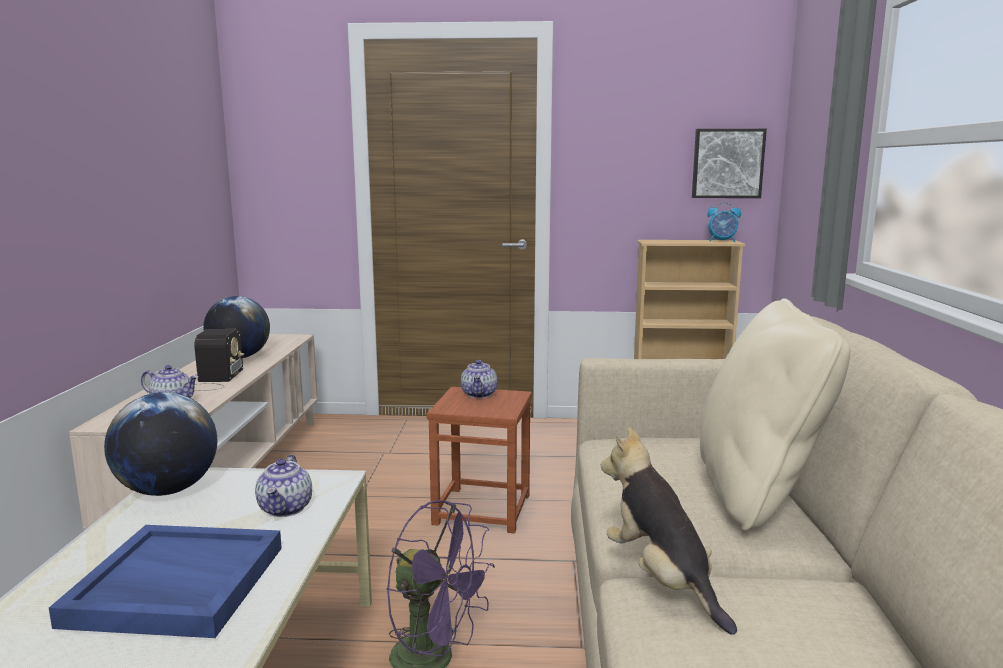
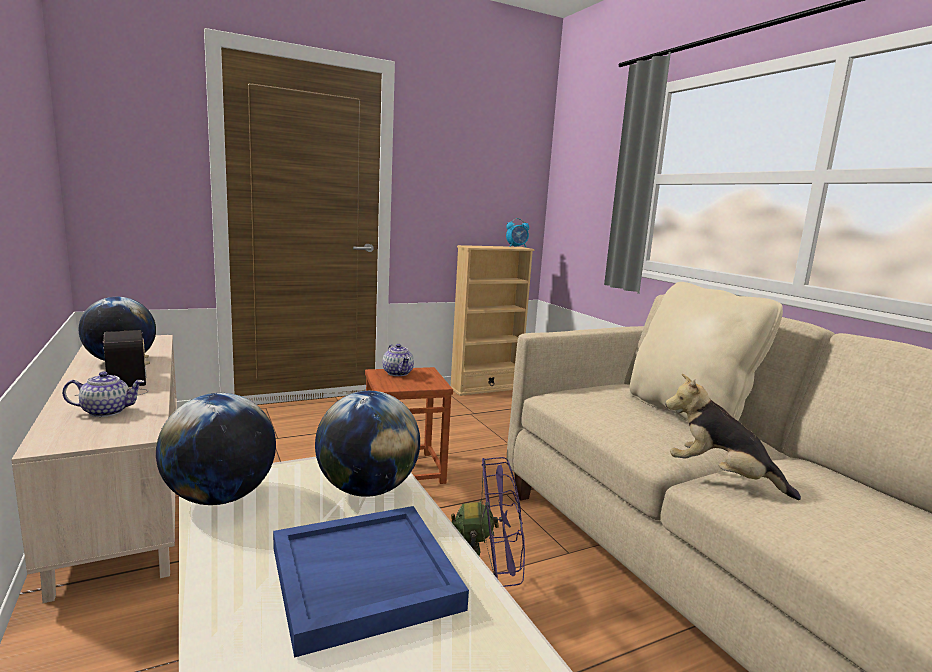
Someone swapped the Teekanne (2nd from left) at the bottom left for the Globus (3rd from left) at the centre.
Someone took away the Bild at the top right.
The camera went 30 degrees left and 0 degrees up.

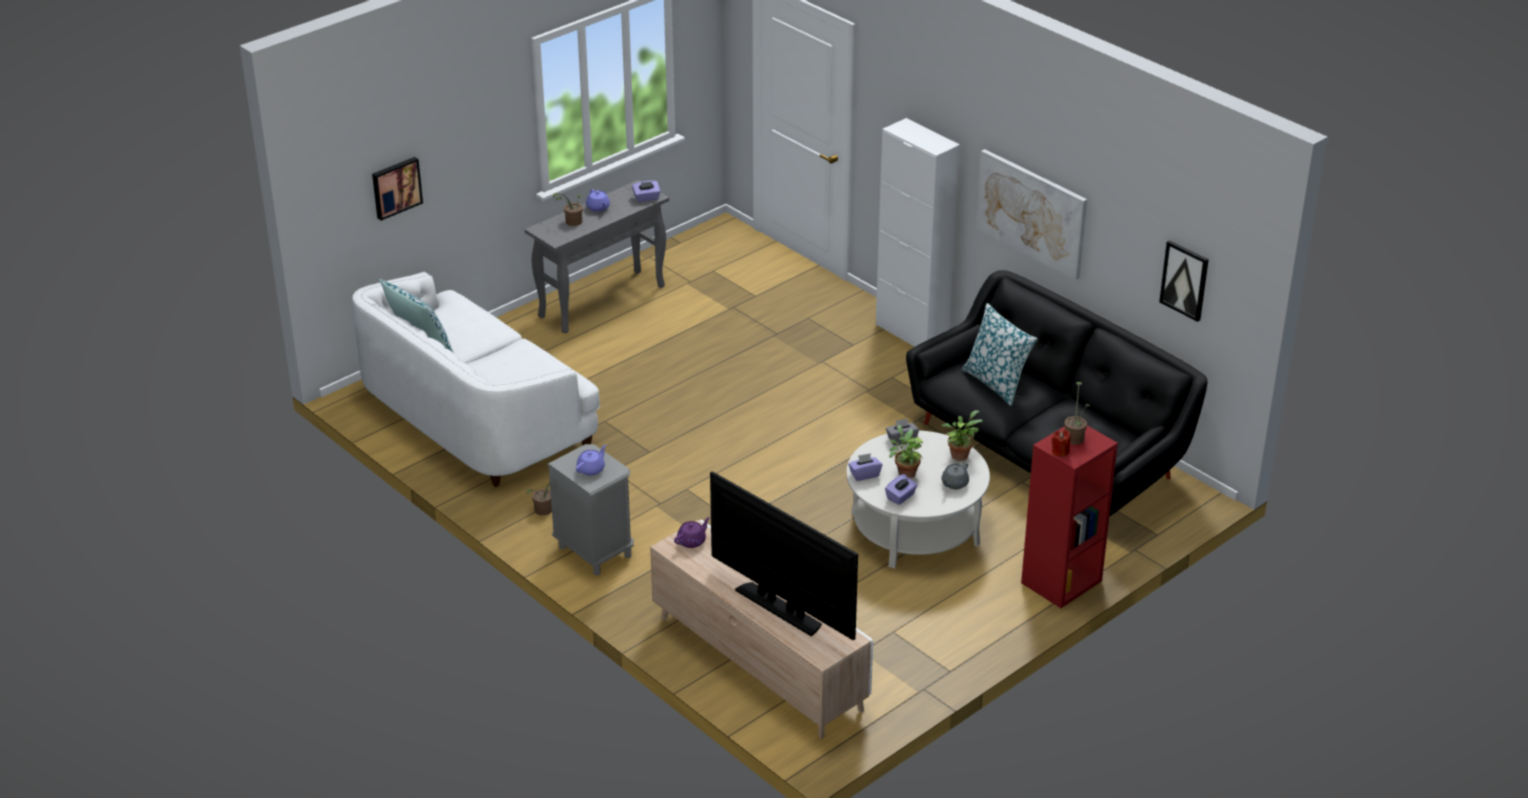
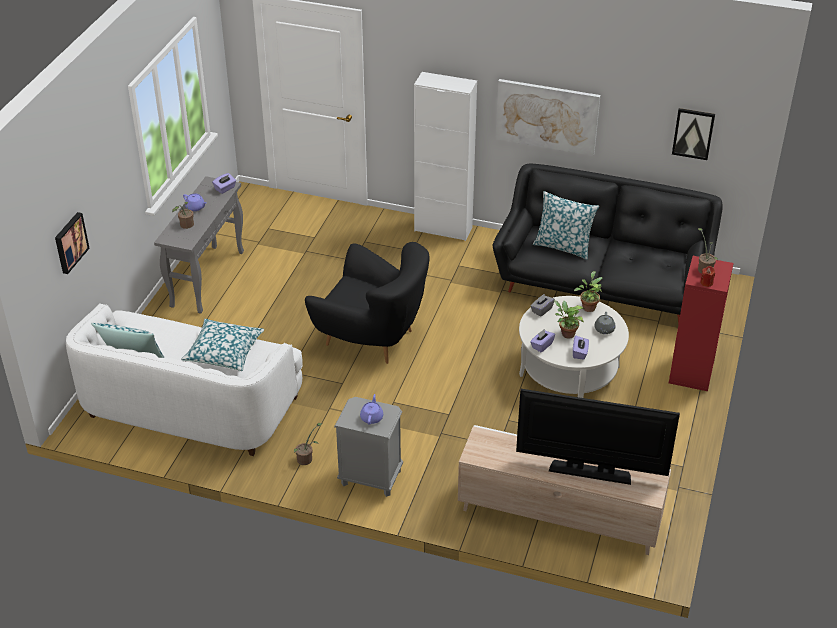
Someone took away the Teekanne [lila] (3rd from left) at the bottom centre.
Someone put down the Kissen (2nd from left) at the middle left.
Someone put down the Sessel [schwarz] at the centre.
The camera went 30 degrees left and 5 degrees up.

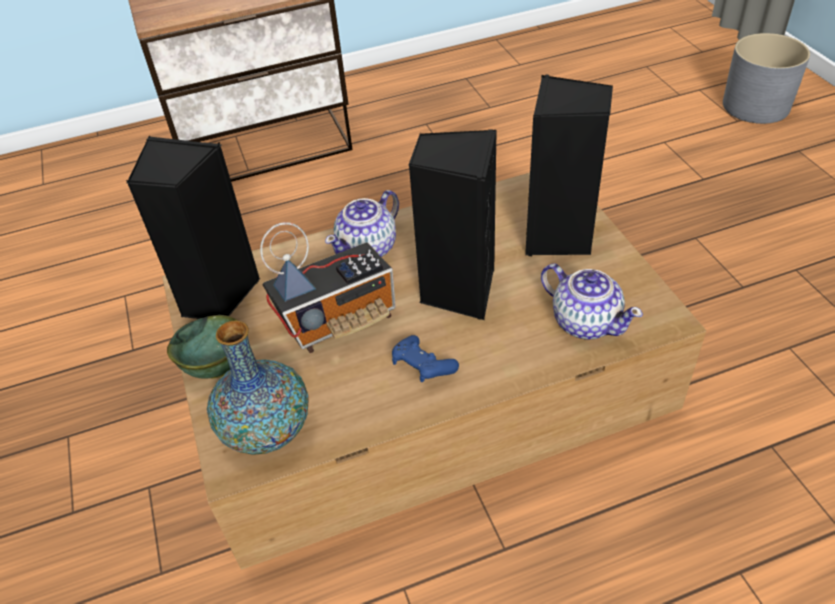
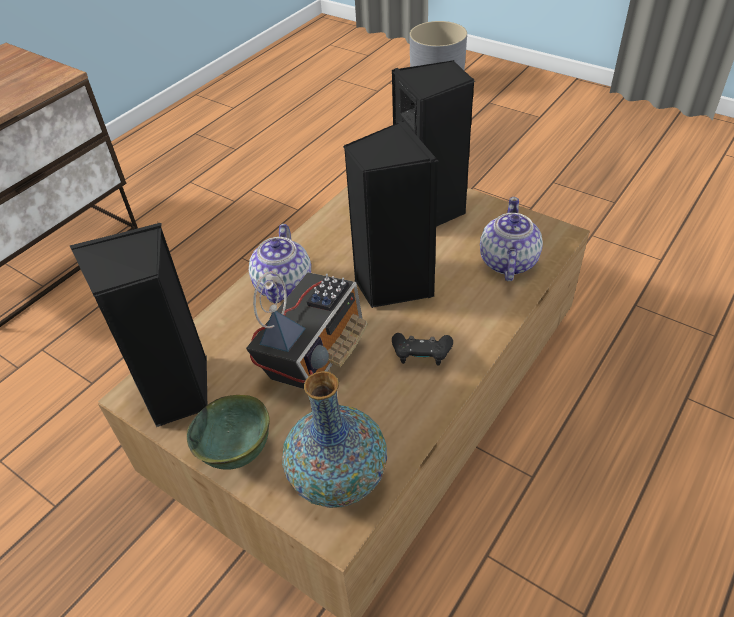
Someone repainted the Gamepad [blau] at the centre, which became the Gamepad [schwarz] at the centre.
Someone rotated the Teekanne (2nd from left) at the middle right by 90 degrees counterclockwise.
The camera went 35 degrees left and 0 degrees up.

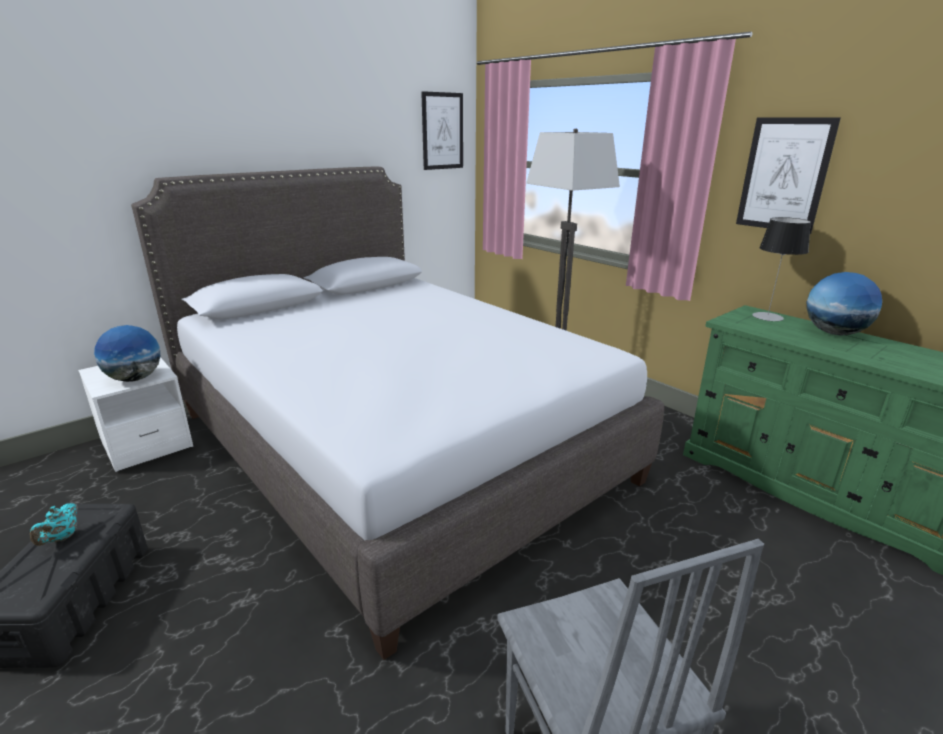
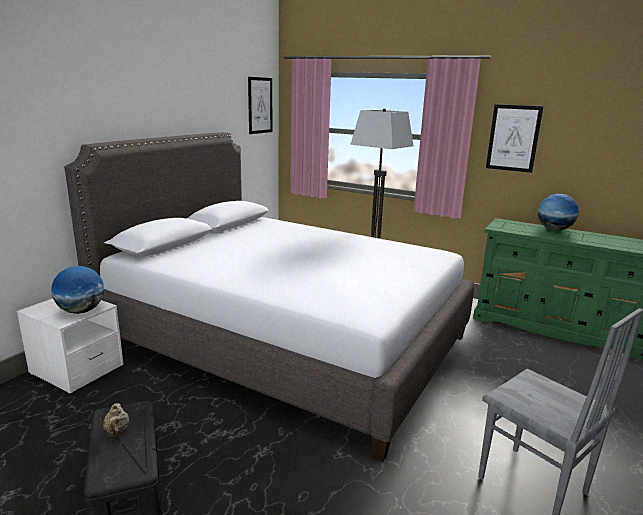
Someone repainted the Teekanne [türkis] at the bottom left, which became the Teekanne [beige] at the bottom left.
Someone took away the Tischlampe at the middle right.
The camera went 20 degrees left and 5 degrees down.

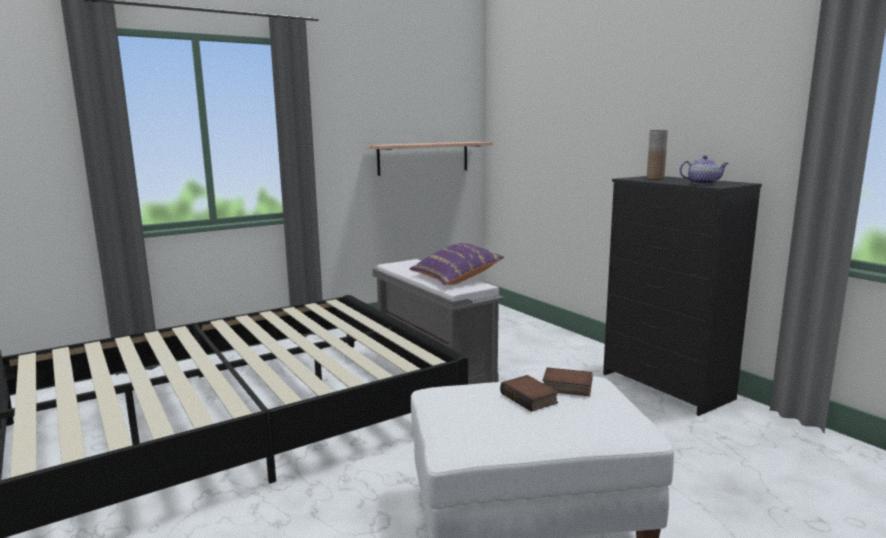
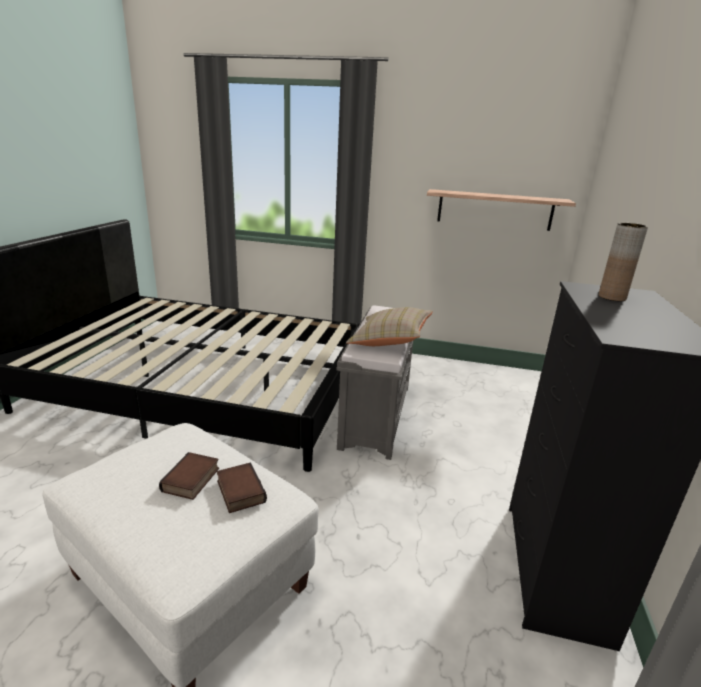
Someone repainted the Kissen [lila] at the centre, which became the Kissen [beige] at the centre.
Someone took away the Teekanne at the top right.
The camera went 45 degrees right and 10 degrees up.

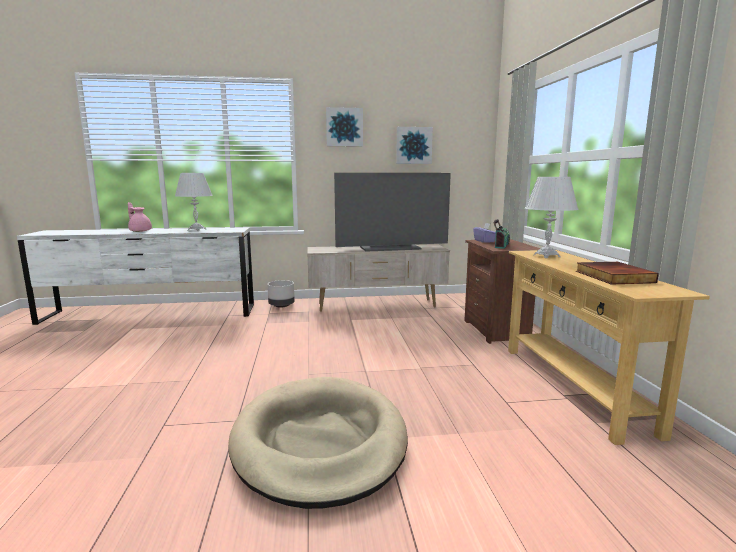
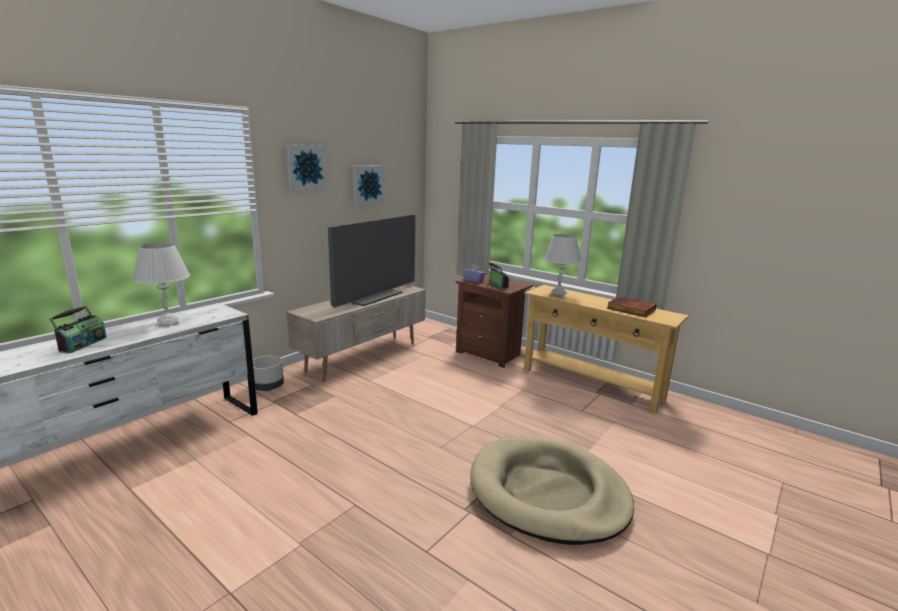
Someone swapped the Teekanne [rosa] at the middle left for the Radio (1st from left) at the middle left.
The camera went 45 degrees left and 5 degrees up.

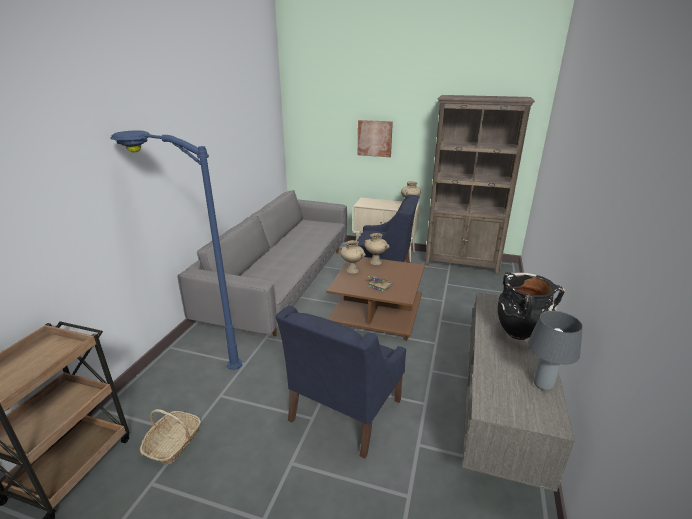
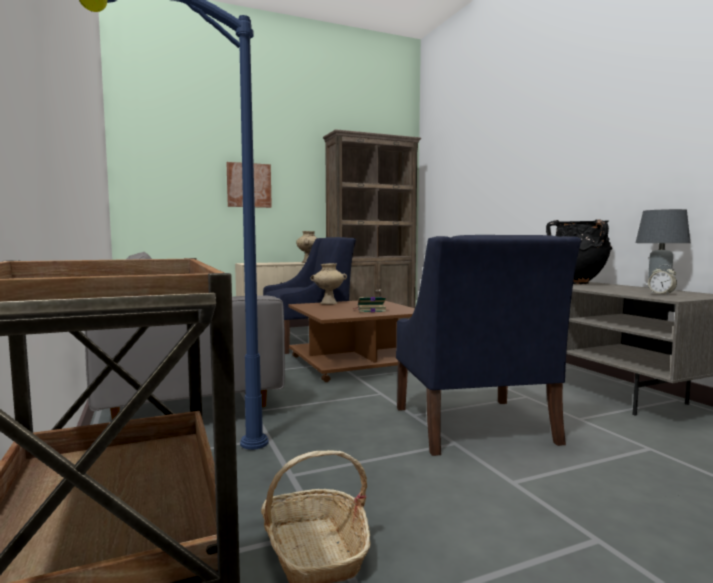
Someone took away the Vase [beige] (1st from left) at the centre.
Someone put down the Wecker at the middle right.
The camera went 40 degrees left and 20 degrees down.

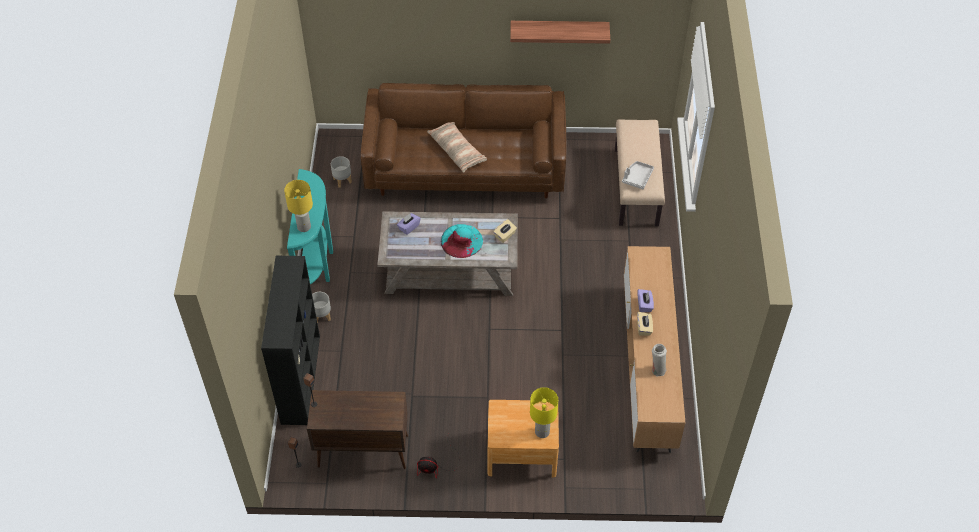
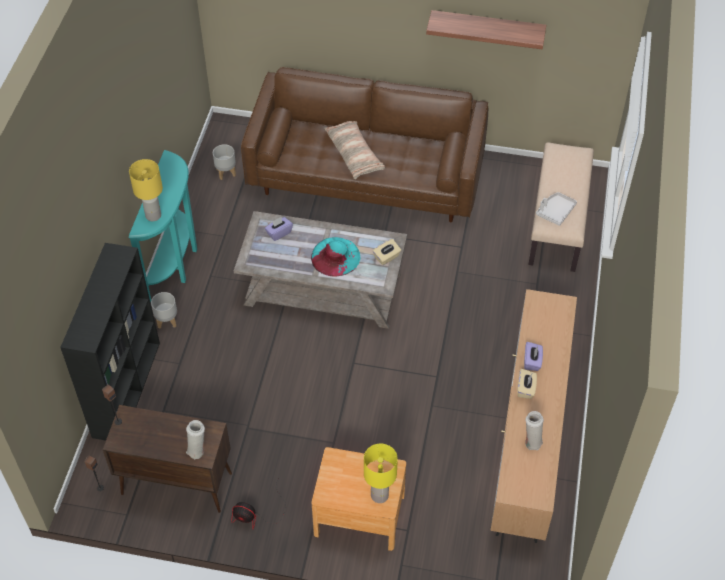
Someone put down the Vase [weiß] (1st from left) at the bottom left.
The camera went 10 degrees right and 0 degrees up.

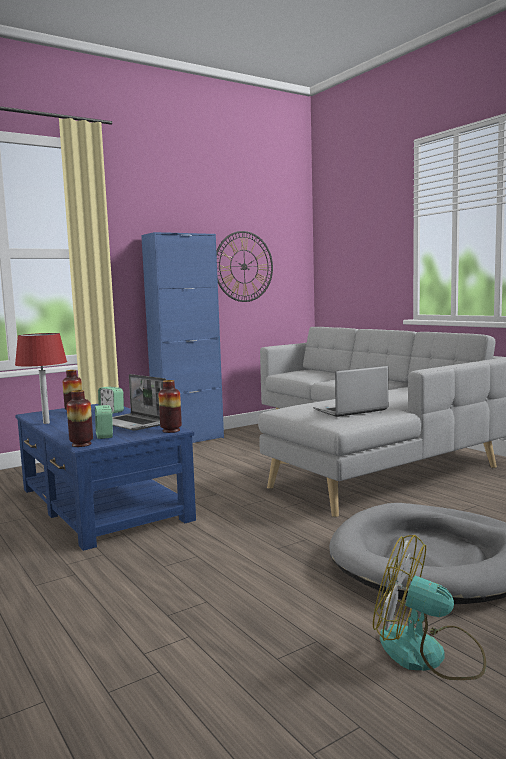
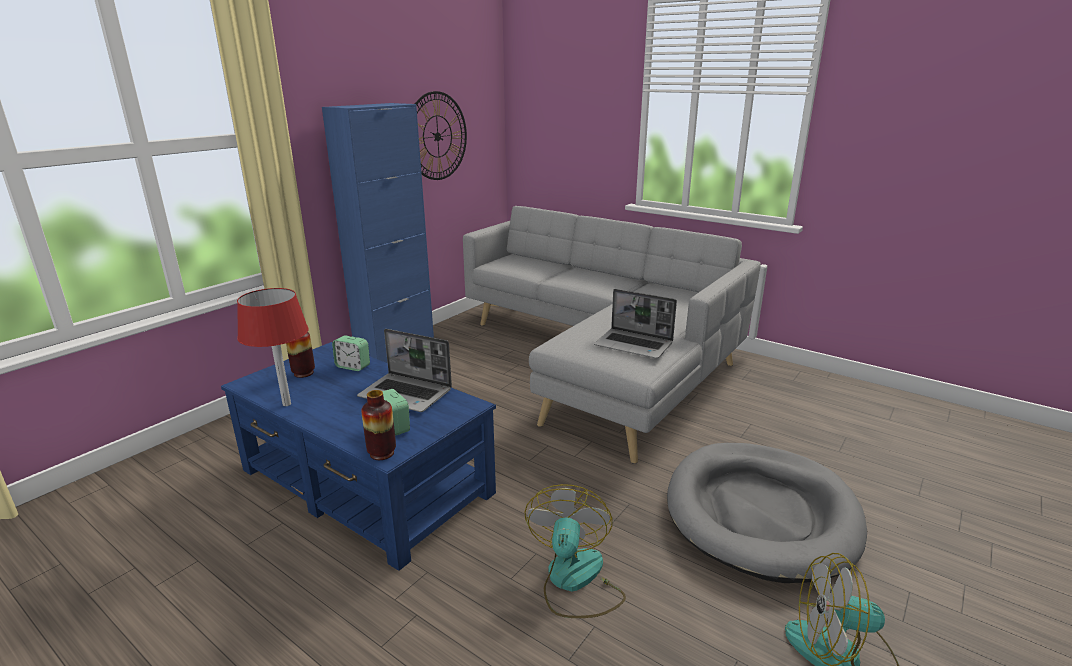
Someone took away the Vase (3rd from left) at the centre.
Someone rotated the Laptop (2nd from left) at the middle right by 105 degrees counterclockwise.
Someone put down the Ventilator (1st from left) at the bottom centre.
The camera went 20 degrees left and 15 degrees up.

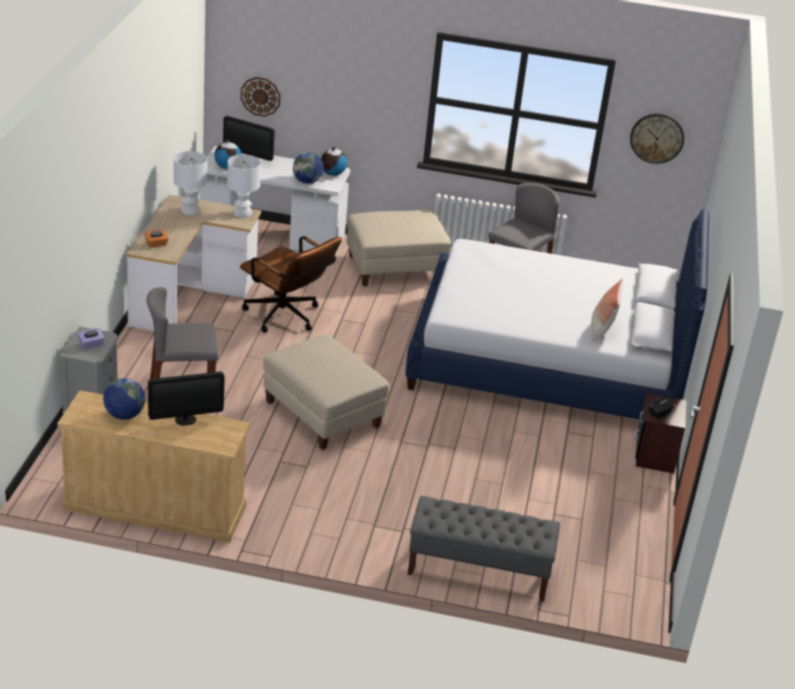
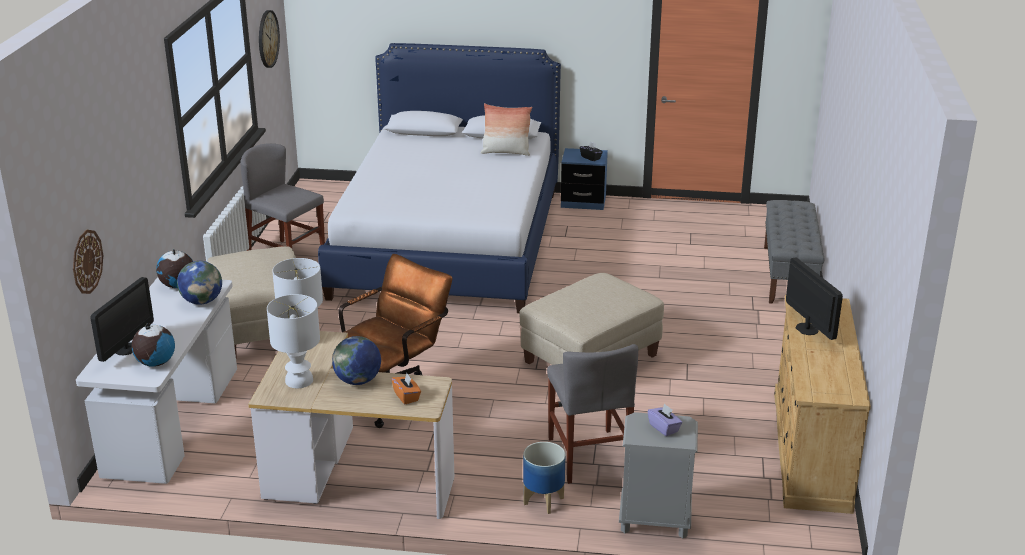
Someone carried the Globus (1st from left in the first image) from the middle left to the centre.
Someone repainted the Nachttisch [braun] at the middle right, which became the Nachttisch [blau] at the top centre.
Someone put down the Pflanzkübel at the bottom centre.
The camera went 90 degrees left and 5 degrees down.

